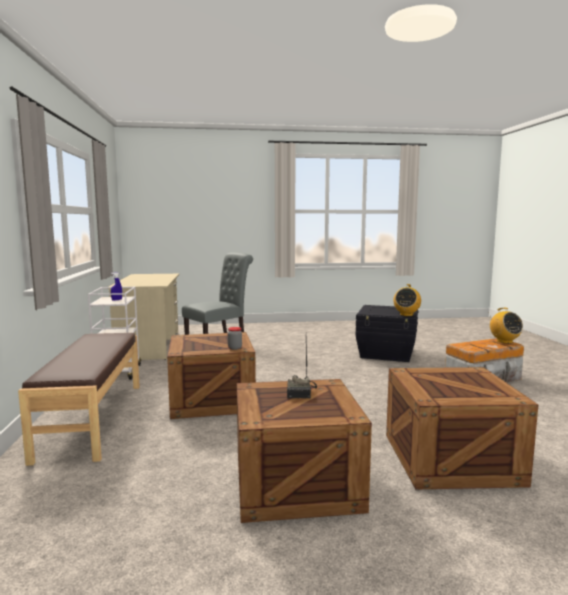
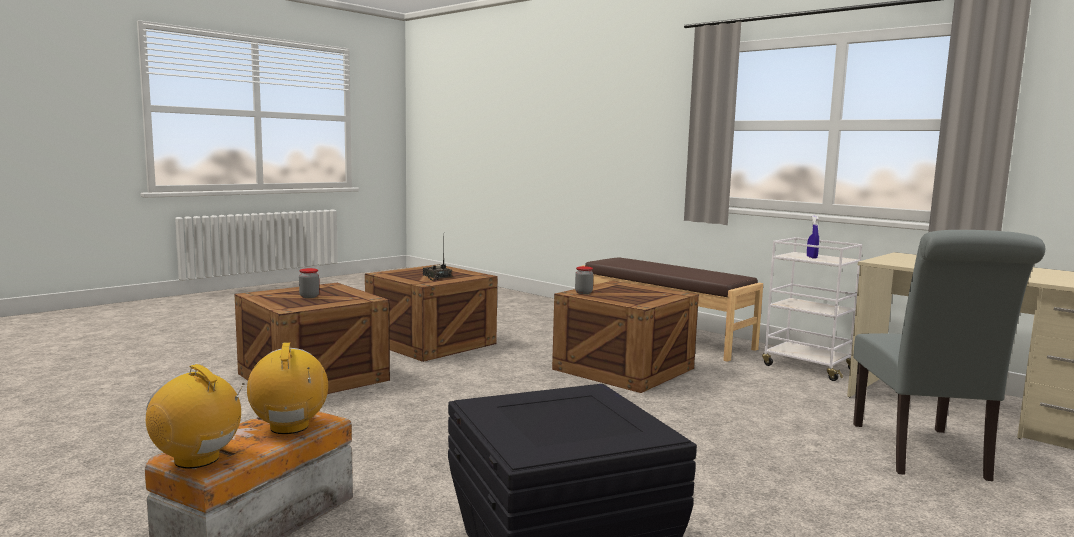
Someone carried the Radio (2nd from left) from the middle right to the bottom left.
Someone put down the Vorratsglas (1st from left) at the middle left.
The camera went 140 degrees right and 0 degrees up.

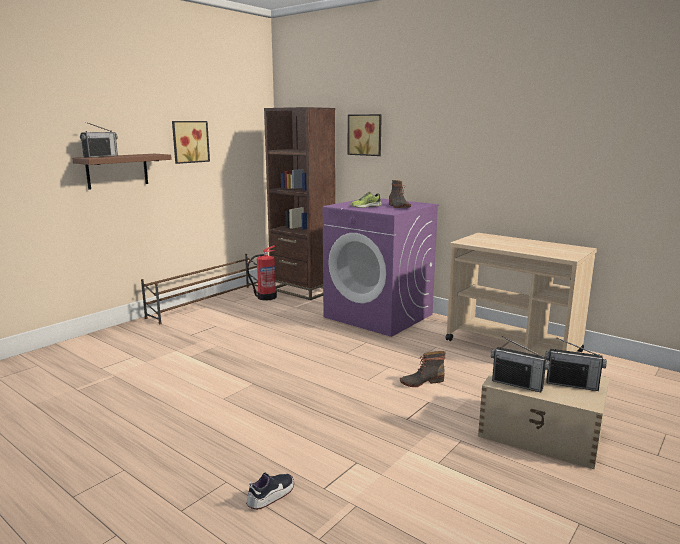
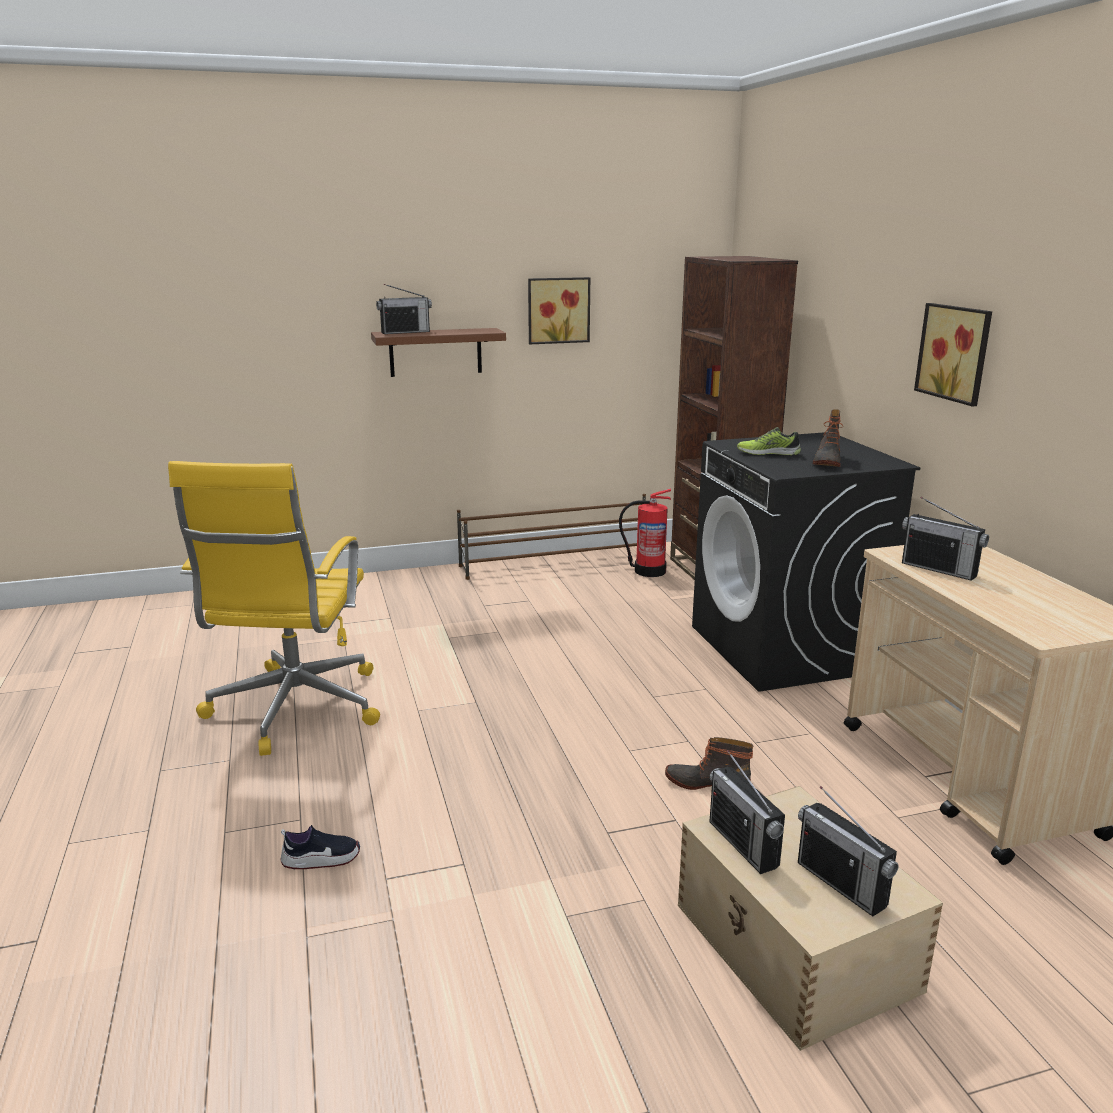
Someone repainted the Waschmaschine [lila] at the centre, which became the Waschmaschine [schwarz] at the middle right.
Someone carried the Bild (2nd from left) from the top centre to the top right.
Someone put down the Bürostuhl [gelb] at the middle left.
Someone put down the Radio (4th from left) at the middle right.
The camera went 35 degrees right and 5 degrees up.

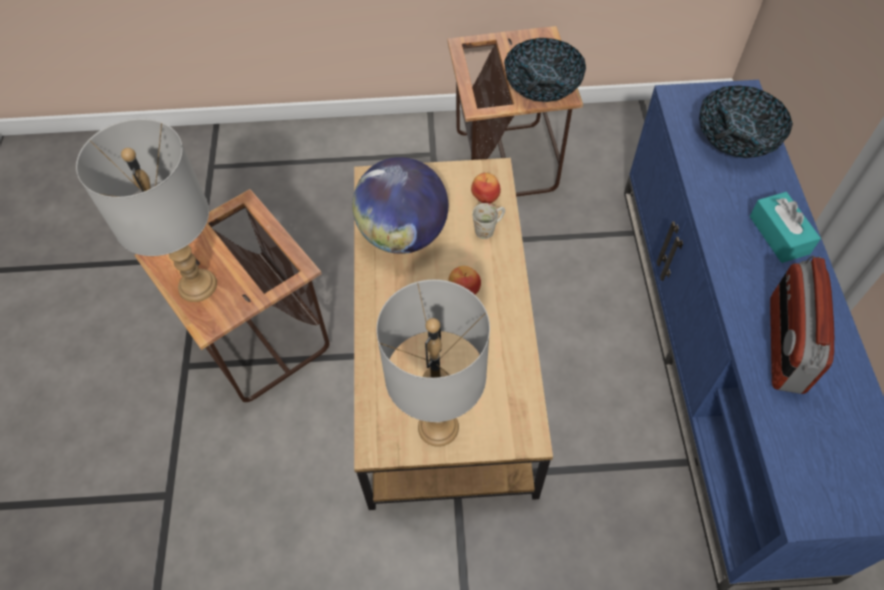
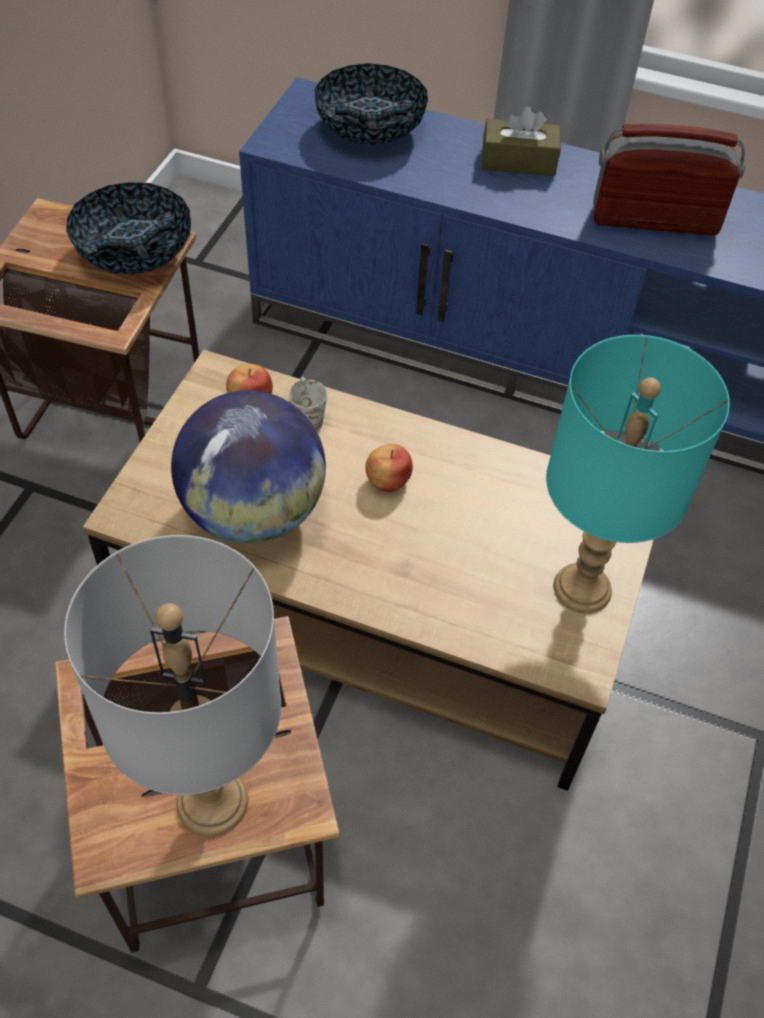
Someone repainted the Tischlampe [grau] (2nd from left) at the centre, which became the Tischlampe [türkis] at the middle right.
Someone repainted the Taschentuchbox [türkis] at the middle right, which became the Taschentuchbox [braun] at the top right.
Someone rotated the Radio at the middle right by 150 degrees clockwise.
The camera went 70 degrees left and 5 degrees down.

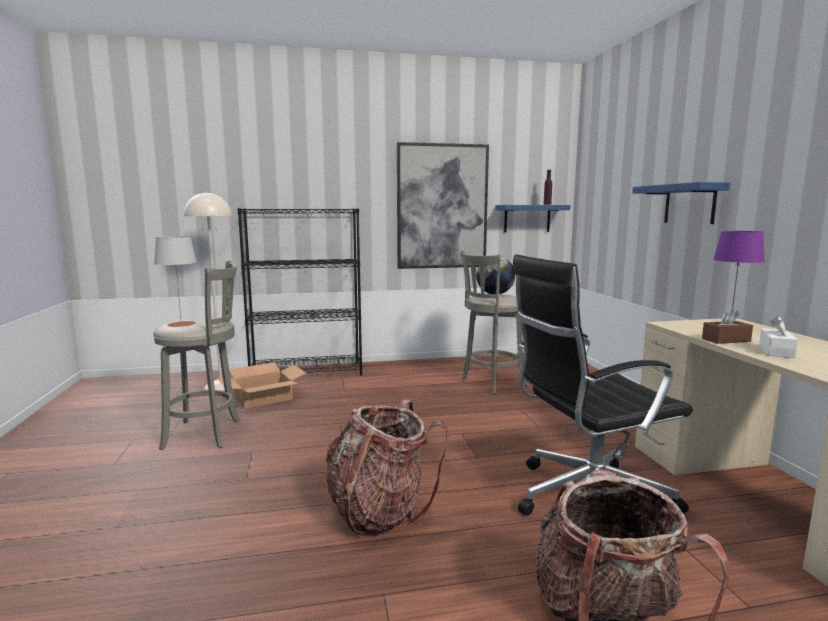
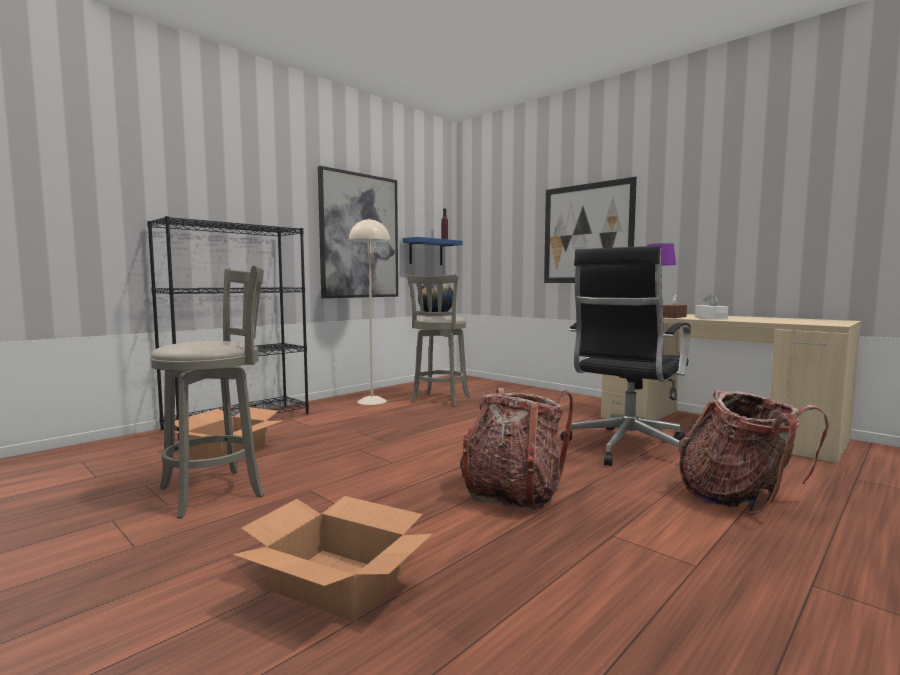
Someone took away the Tischlampe [grau] at the middle left.
Someone carried the Stehlampe [beige] from the middle left to the centre.
Someone swapped the Wandregal [blau] (2nd from left) at the top right for the Bild (2nd from left) at the centre.
Someone put down the Karton (2nd from left) at the bottom centre.
The camera went 35 degrees left and 5 degrees down.

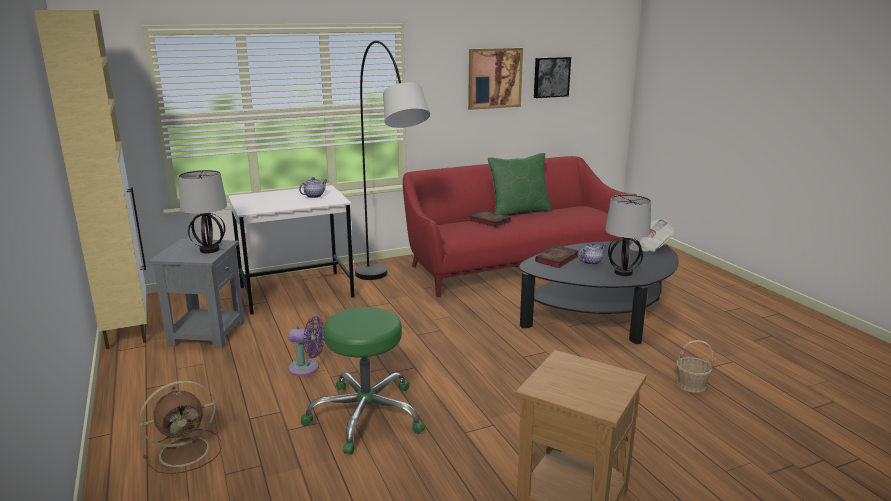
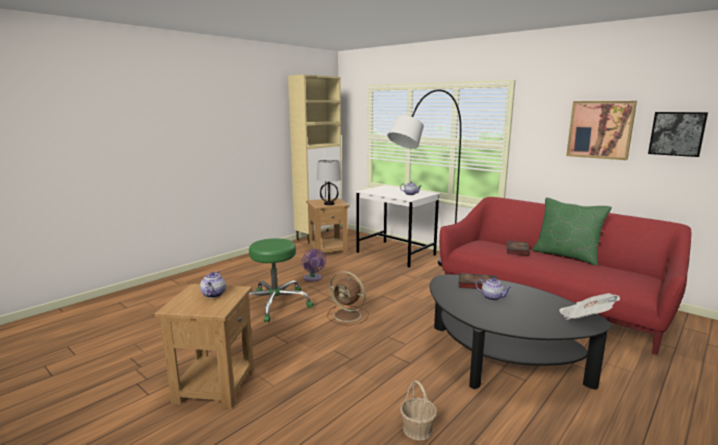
Someone carried the Ventilator [braun] from the bottom left to the bottom centre.
Someone repainted the Beistelltisch [grau] at the middle left, which became the Beistelltisch [braun] (2nd from left) at the centre.
Someone took away the Tischlampe (2nd from left) at the middle right.
Someone put down the Teekanne (1st from left) at the middle left.
The camera went 65 degrees right and 5 degrees down.

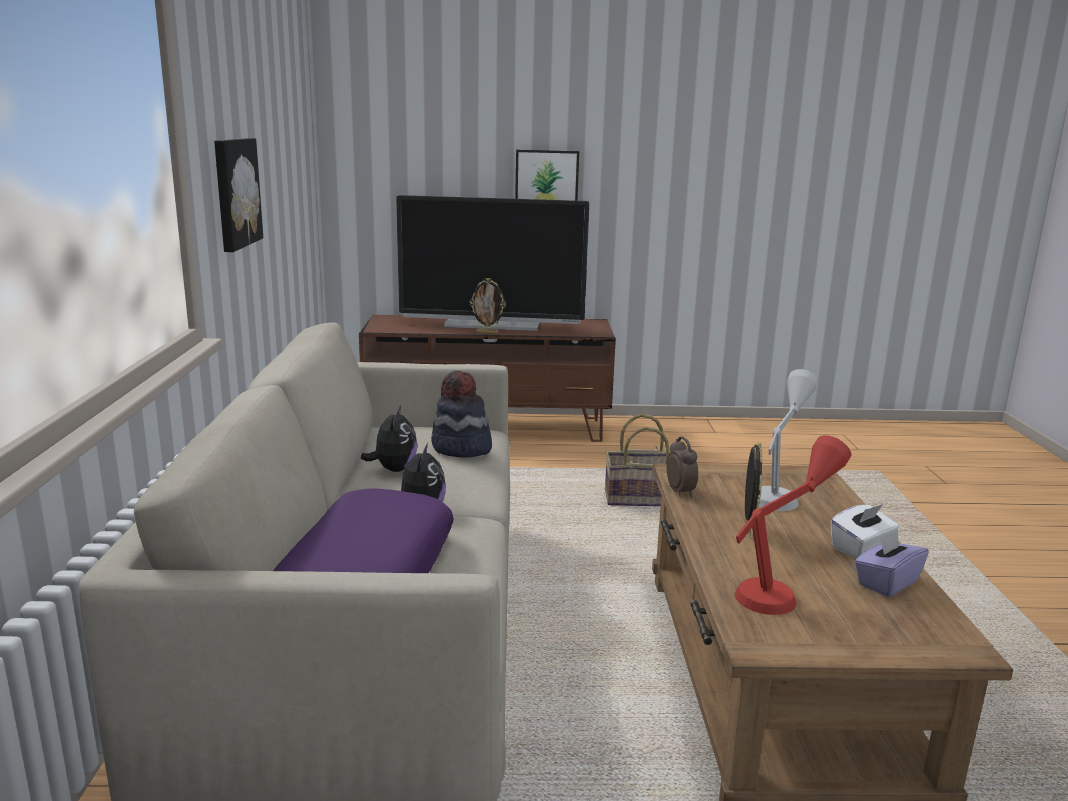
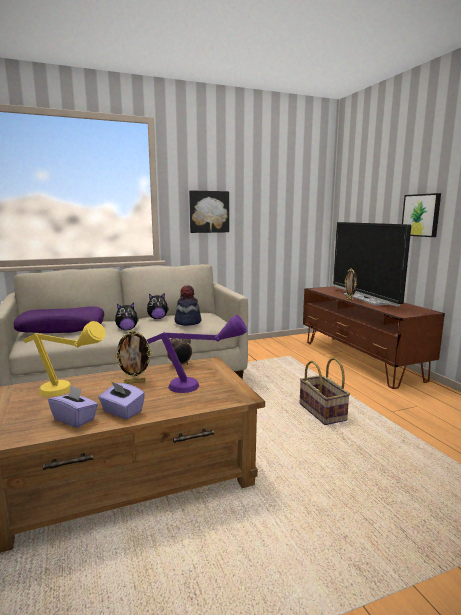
Someone repainted the Tischlampe [rot] at the middle right, which became the Tischlampe [gelb] at the middle left.
Someone repainted the Tischlampe [grau] at the middle right, which became the Tischlampe [lila] at the centre.
Someone repainted the Taschentuchbox [weiß] at the middle right, which became the Taschentuchbox [lila] (2nd from left) at the middle left.
The camera went 70 degrees right and 5 degrees down.

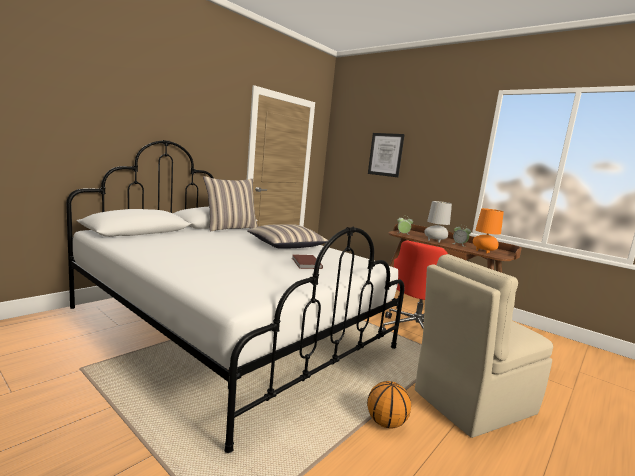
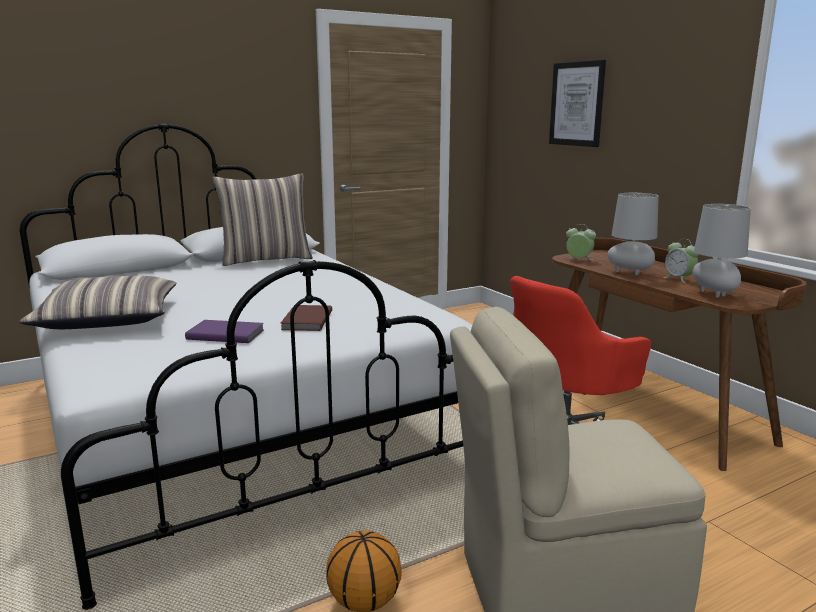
Someone carried the Kissen (2nd from left in the first image) from the centre to the middle left.
Someone repainted the Tischlampe [orange] at the middle right, which became the Tischlampe [grau] (2nd from left) at the middle right.
Someone put down the Buch [lila] at the middle left.
The camera went 20 degrees right and 5 degrees up.

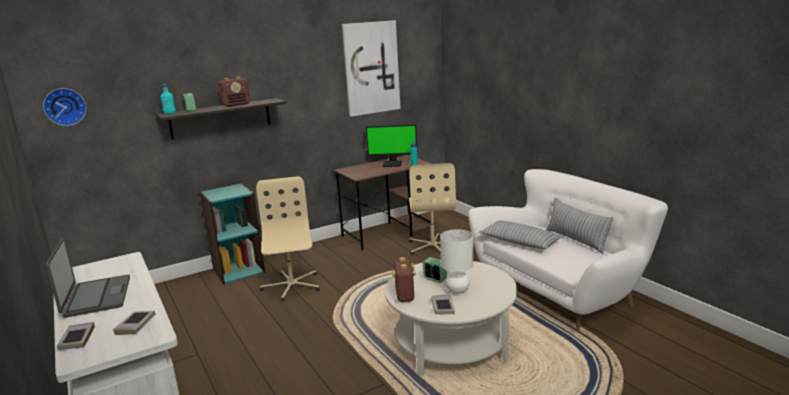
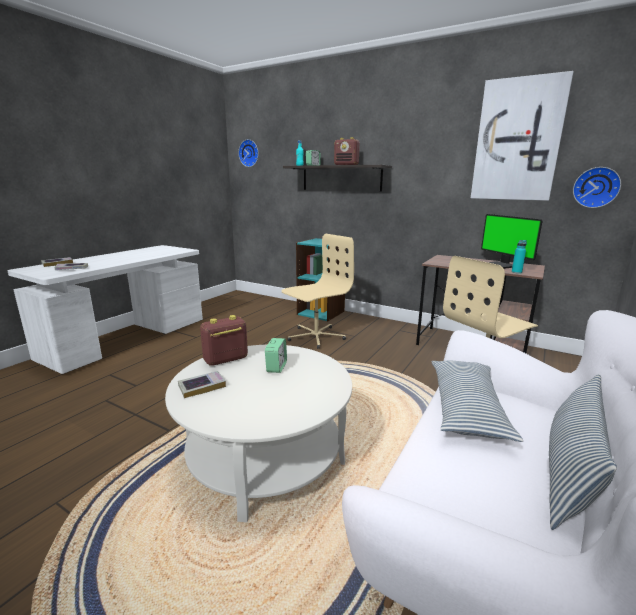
Someone took away the Laptop at the bottom left.
Someone took away the Tischlampe [weiß] at the centre.
Someone put up the Wanduhr (2nd from left) at the top right.
The camera went 60 degrees right and 0 degrees up.

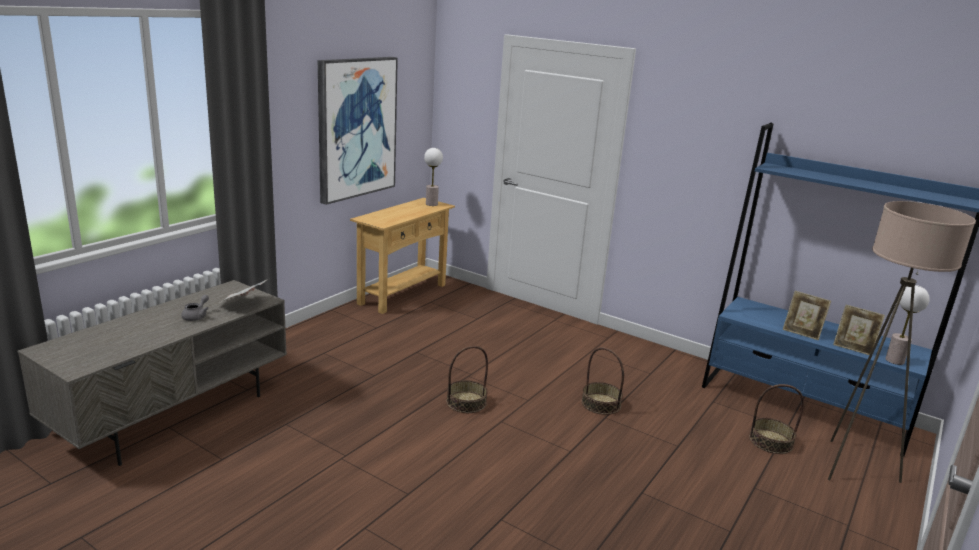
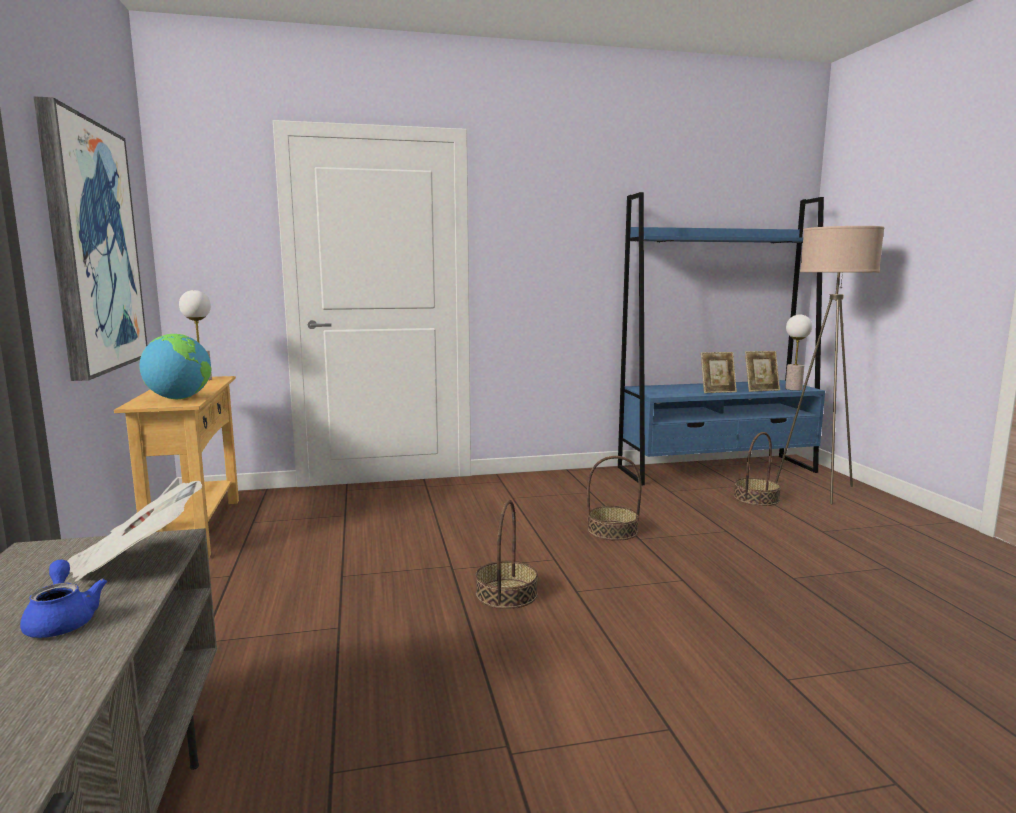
Someone repainted the Teekanne [grau] at the middle left, which became the Teekanne [blau] at the bottom left.
Someone put down the Globus at the middle left.
The camera went 45 degrees left and 10 degrees down.

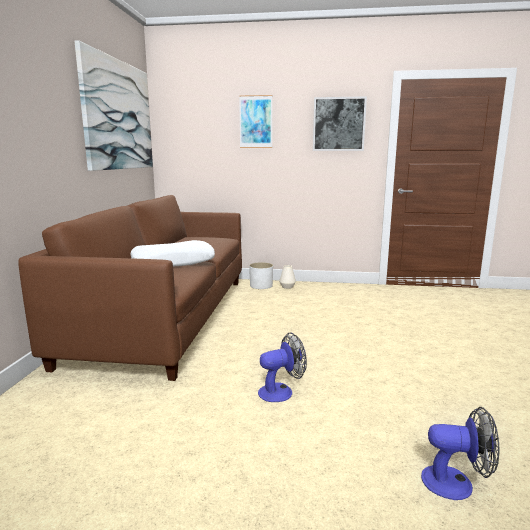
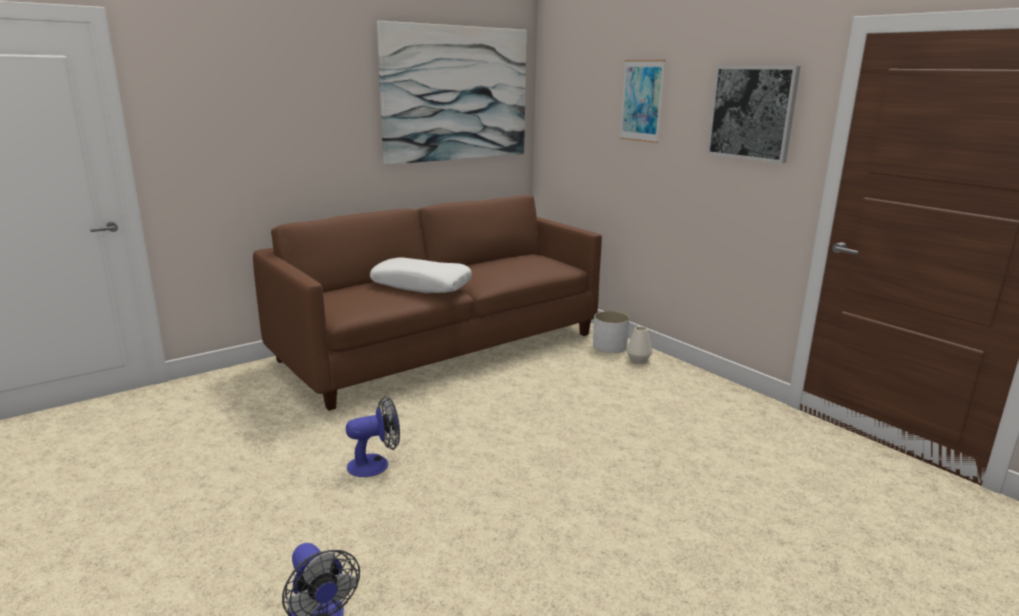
Someone rotated the Ventilator (1st from left in the first image) at the bottom centre by 45 degrees counterclockwise.
The camera went 45 degrees right and 5 degrees up.

